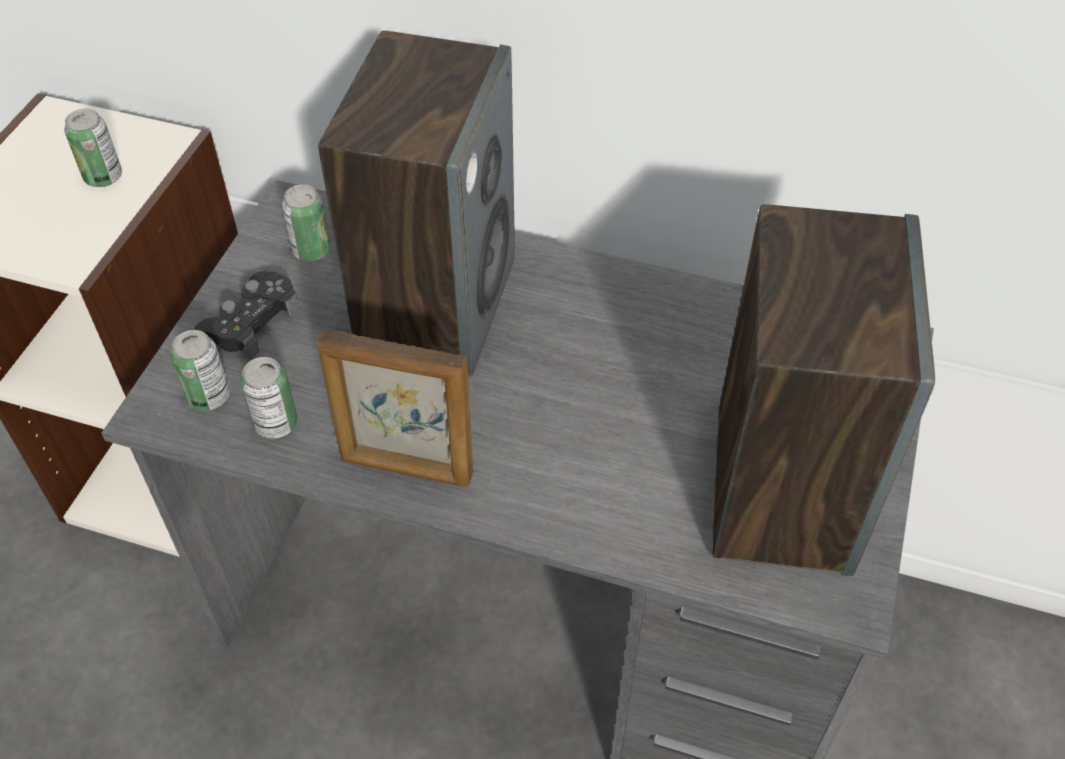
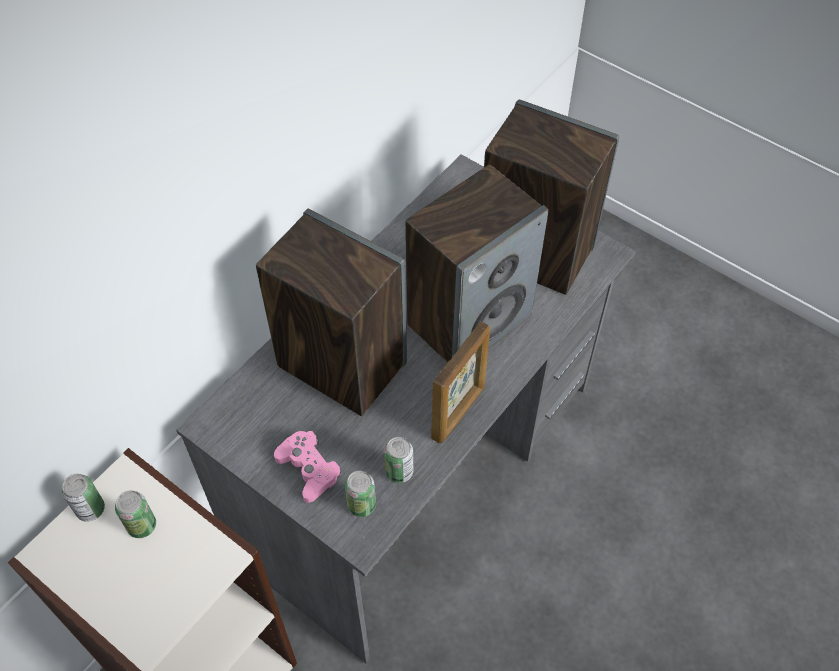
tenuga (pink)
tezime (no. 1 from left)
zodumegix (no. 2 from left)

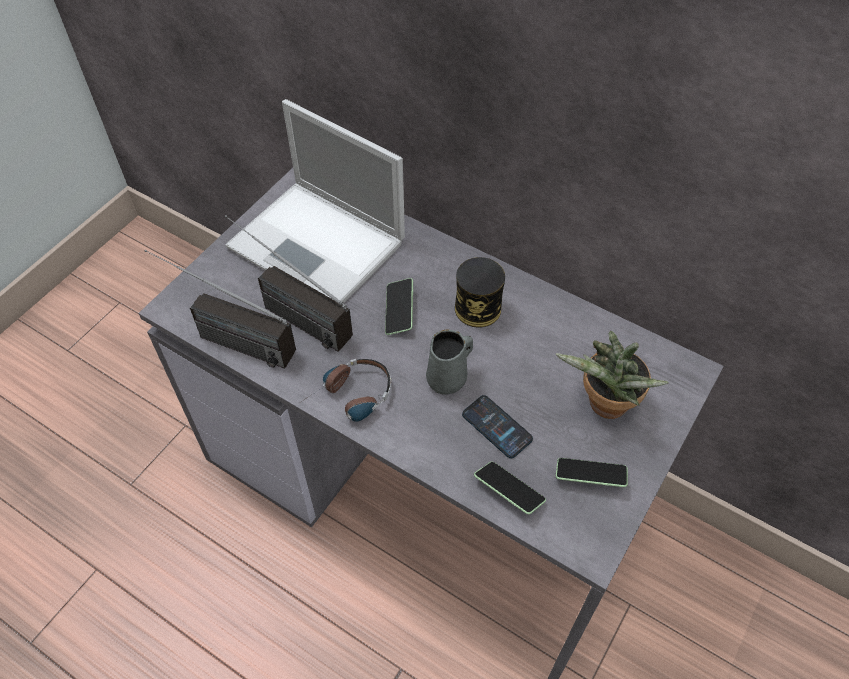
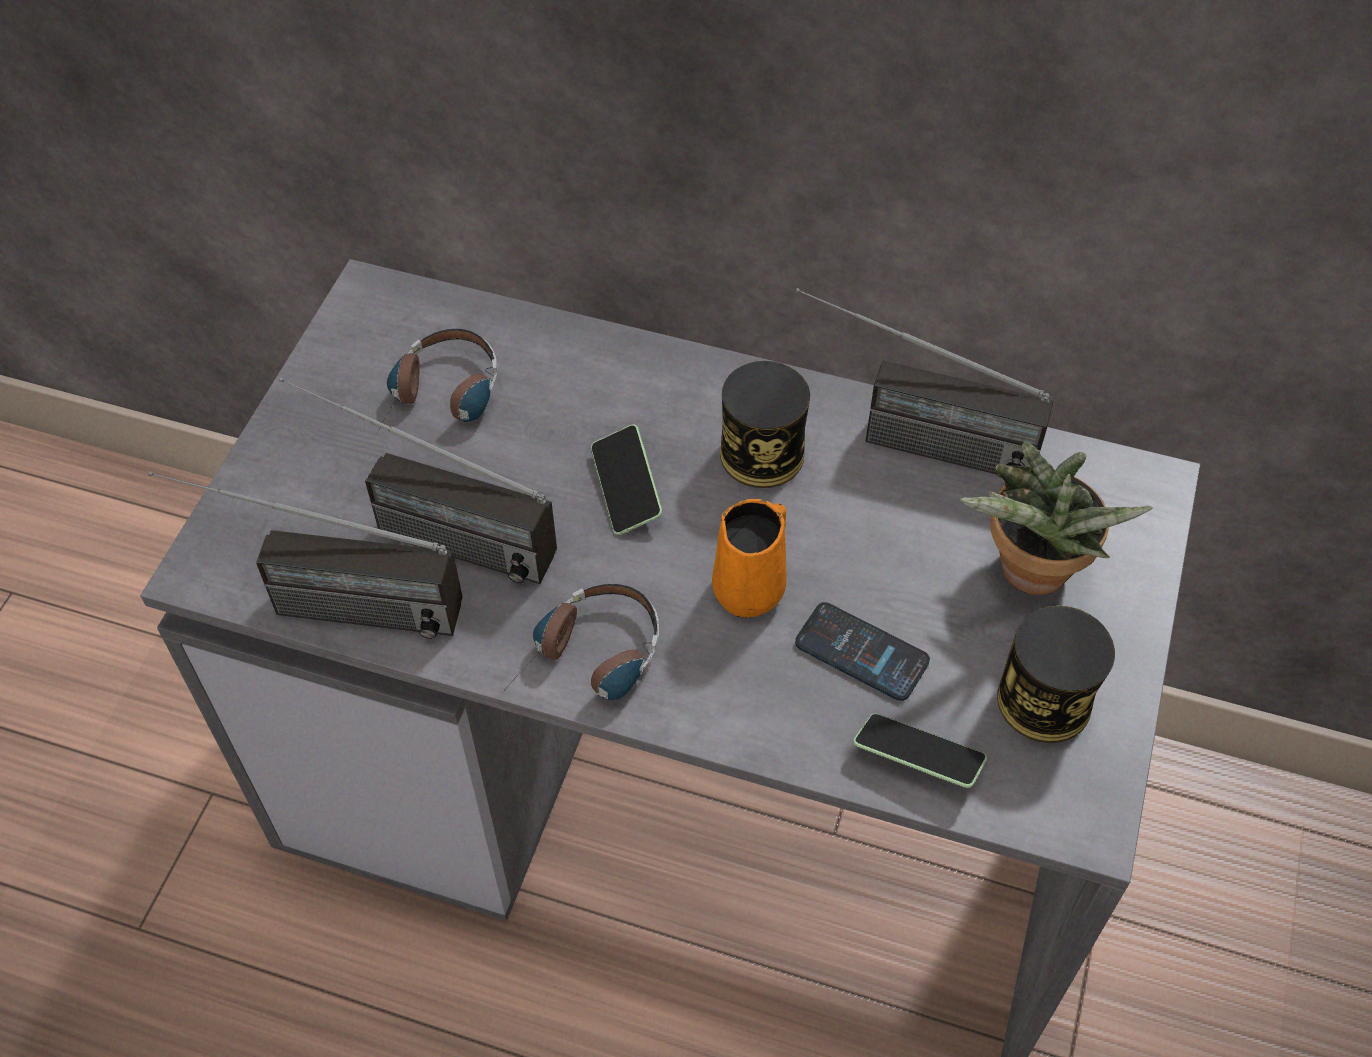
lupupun (no. 1 from left)
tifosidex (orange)
tezime (no. 2 from left)
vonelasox (no. 3 from left)

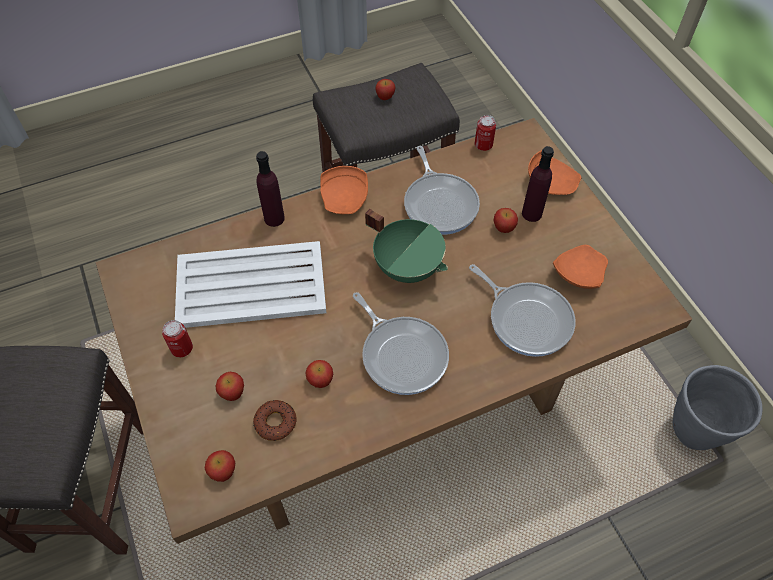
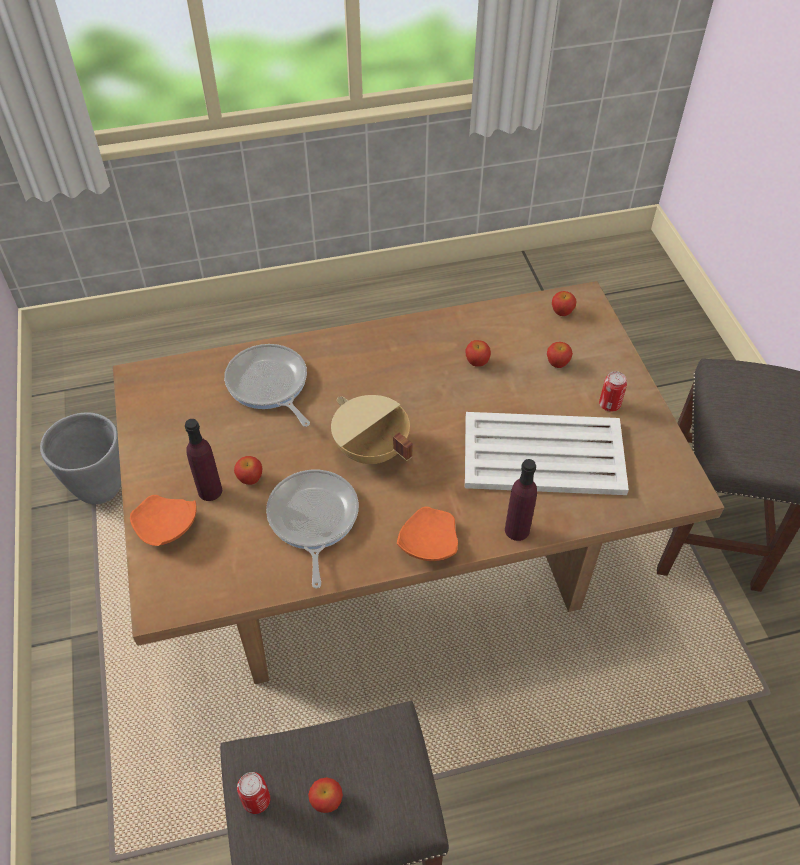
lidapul
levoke (no. 1 from left in the first image)
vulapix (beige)
tezime (no. 1 from left)
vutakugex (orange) (no. 3 from left in the first image)

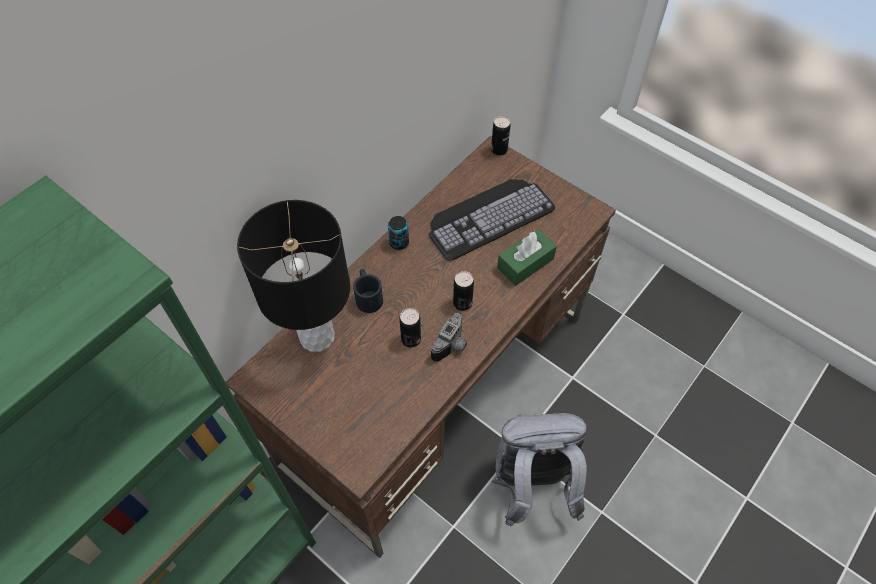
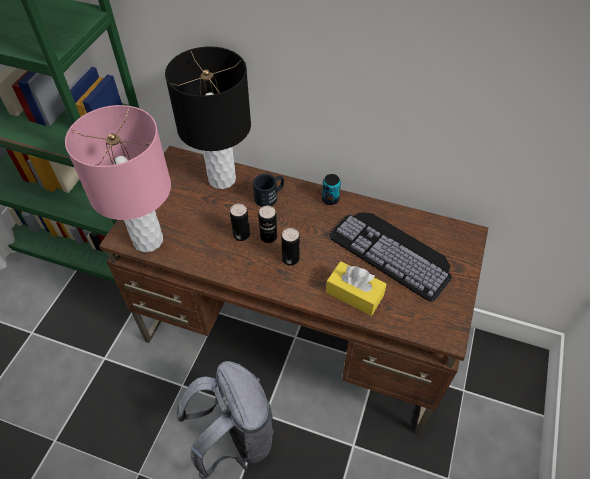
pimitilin
tezime (no. 2 from left)
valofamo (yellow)
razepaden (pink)

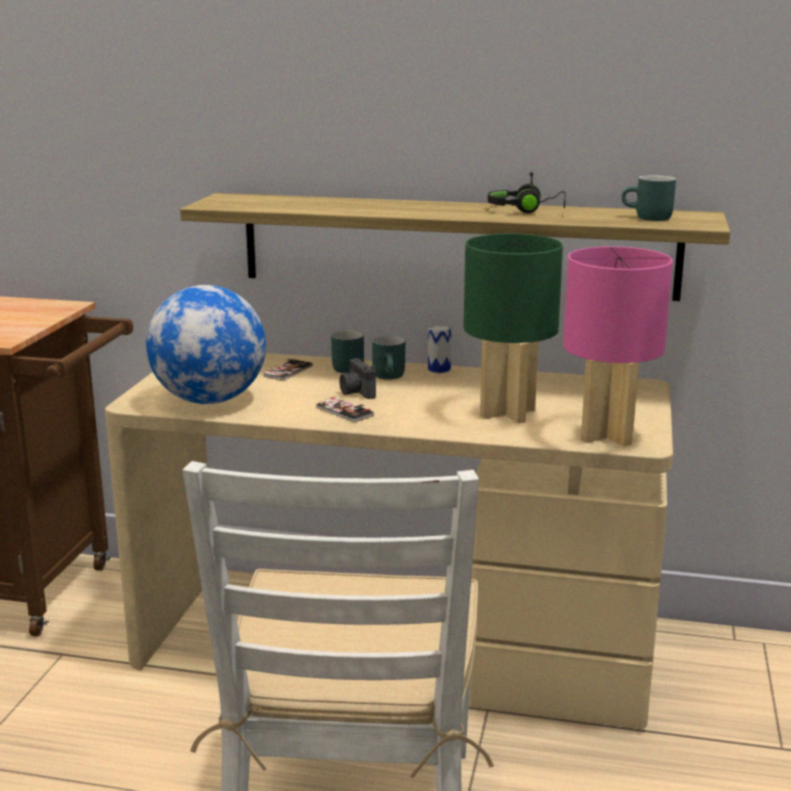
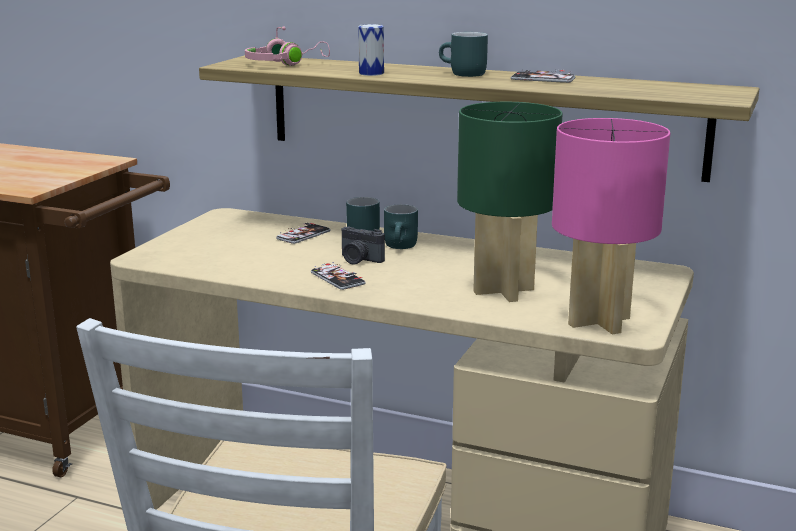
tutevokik
pimitilin
tezime
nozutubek (no. 3 from left)
tifosidex (turquoise) (no. 3 from left)
lupupun (pink)

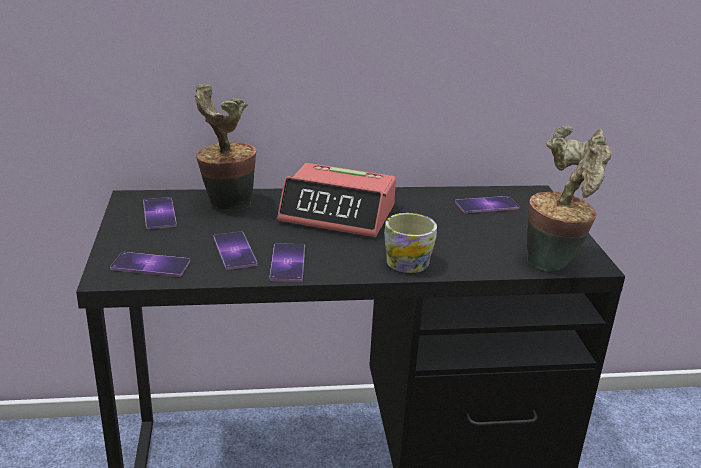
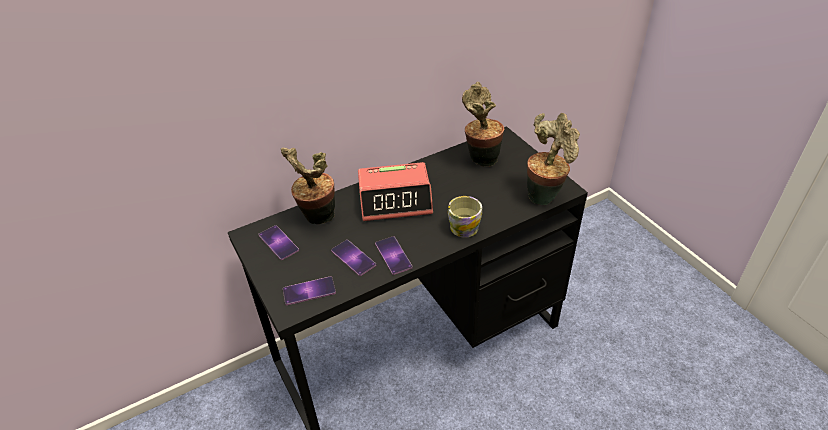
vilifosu (no. 2 from left)

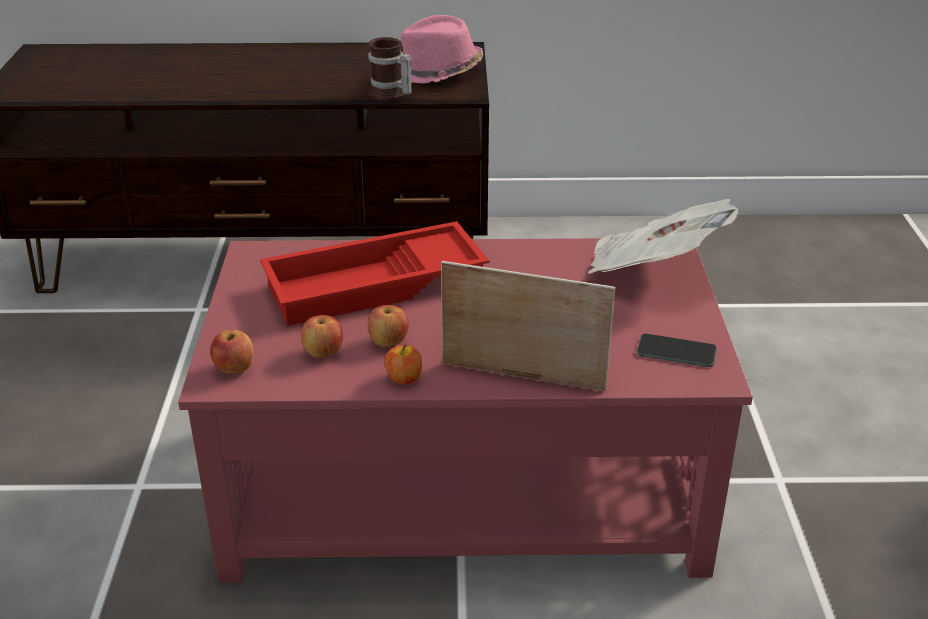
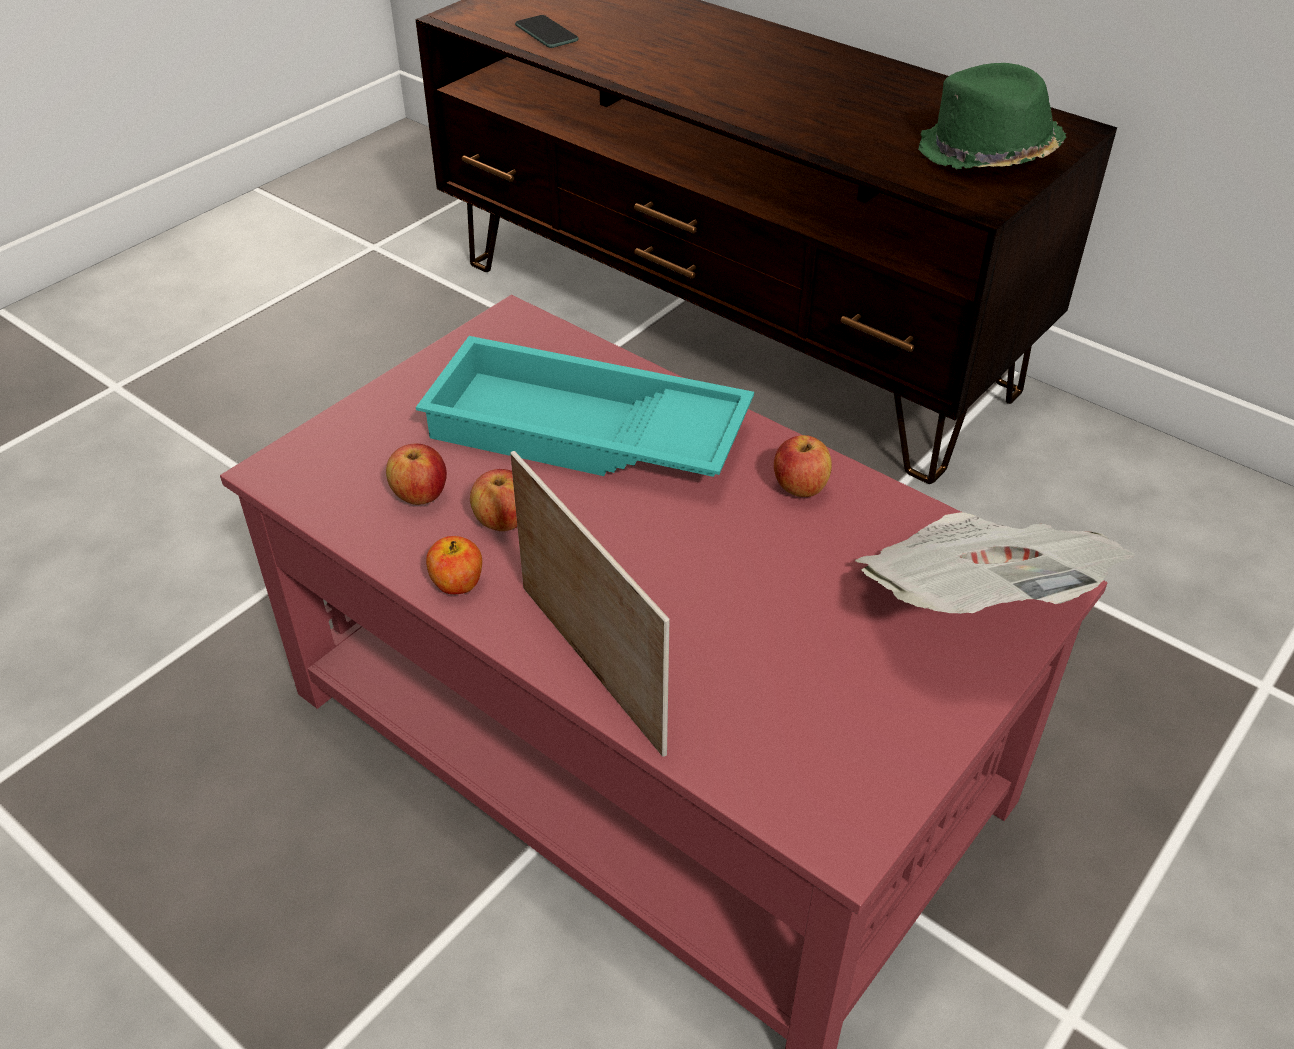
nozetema (no. 4 from left)
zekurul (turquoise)
tifosidex
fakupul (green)
nozutubek

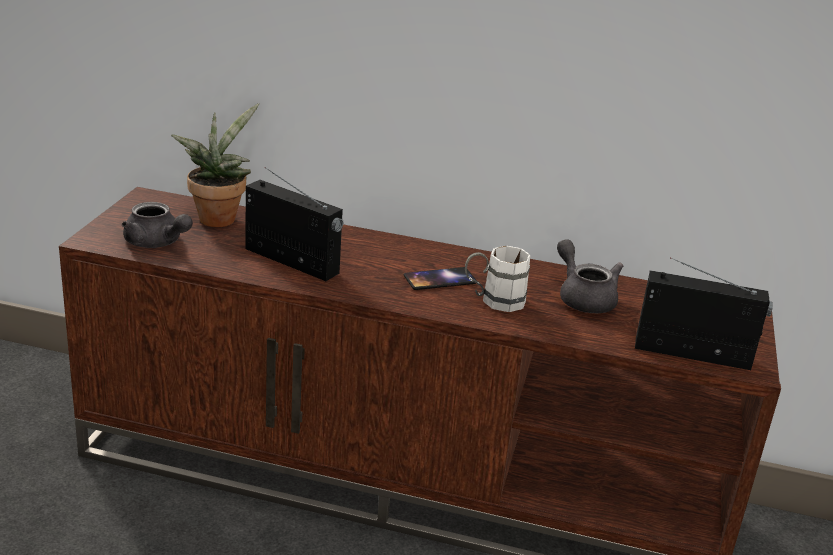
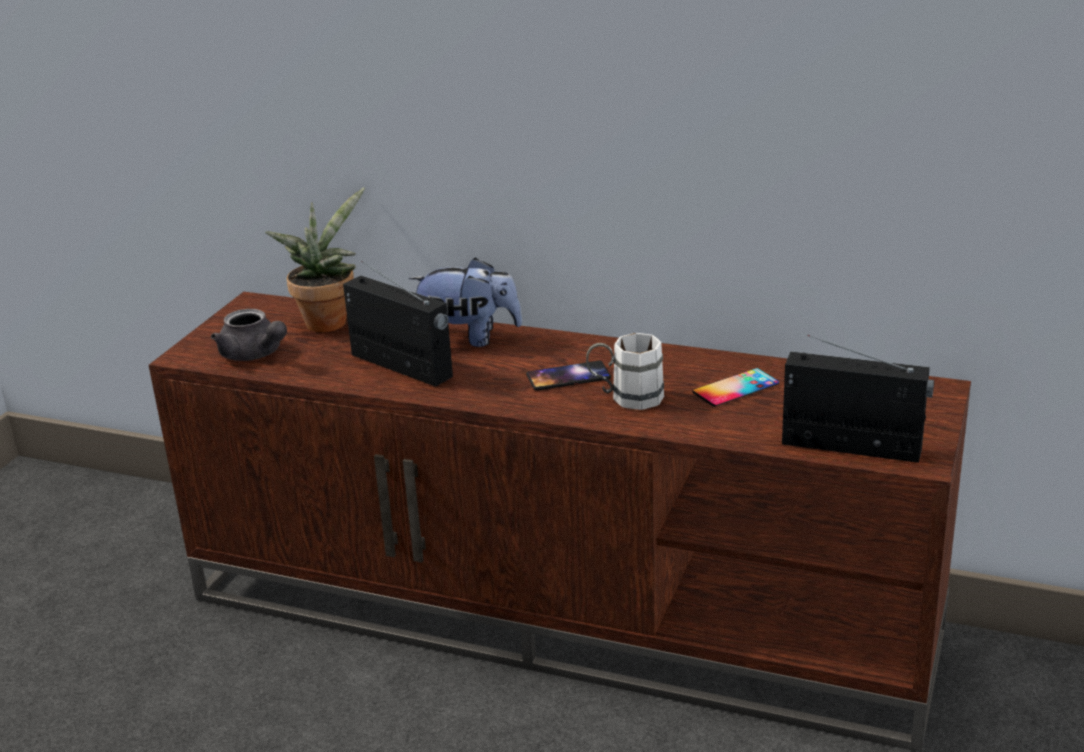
nozutubek (no. 2 from left)
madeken

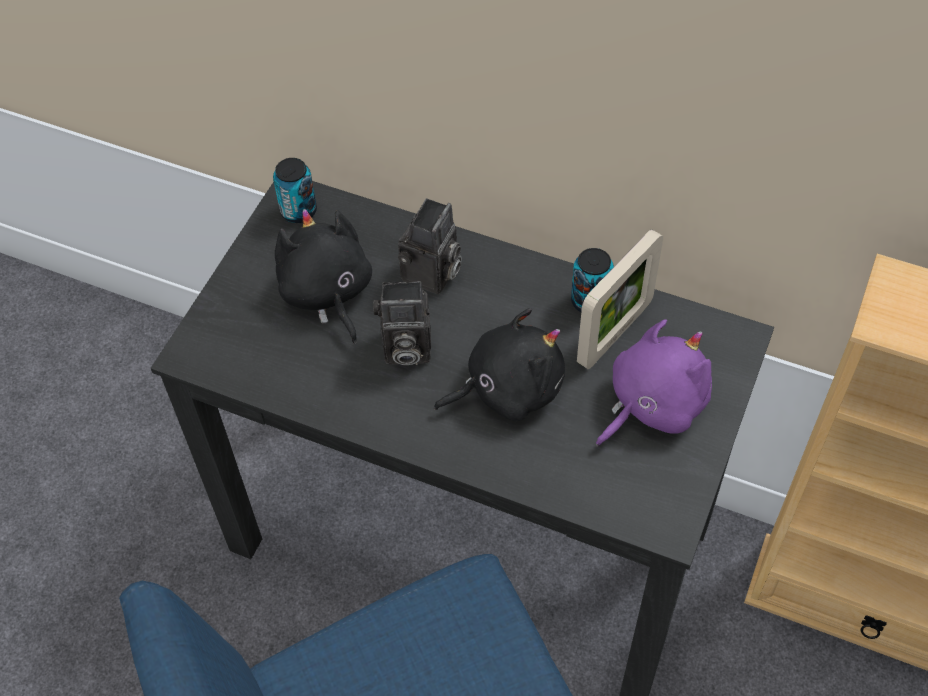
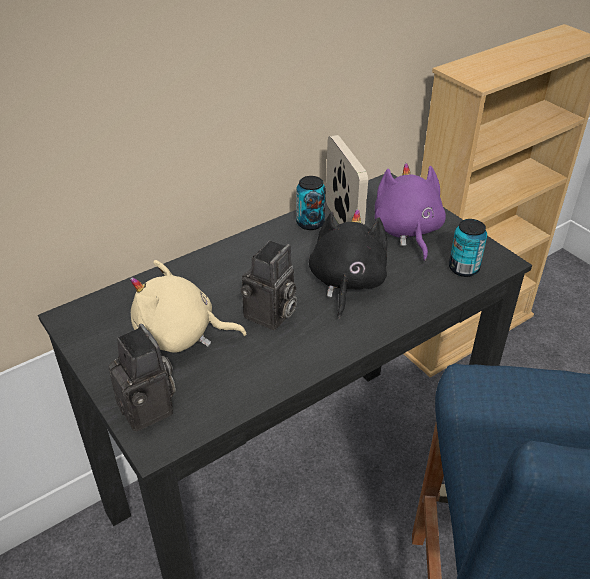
tezime (no. 2 from left)
madeken (beige)
pimitilin (no. 1 from left)

